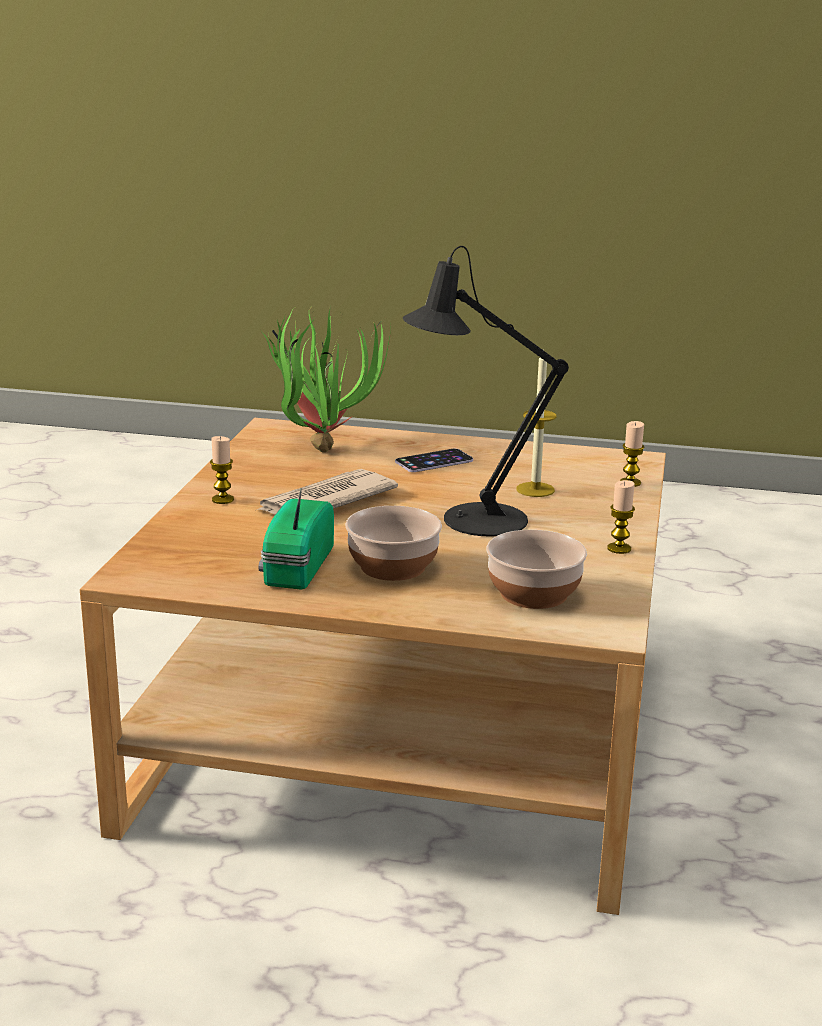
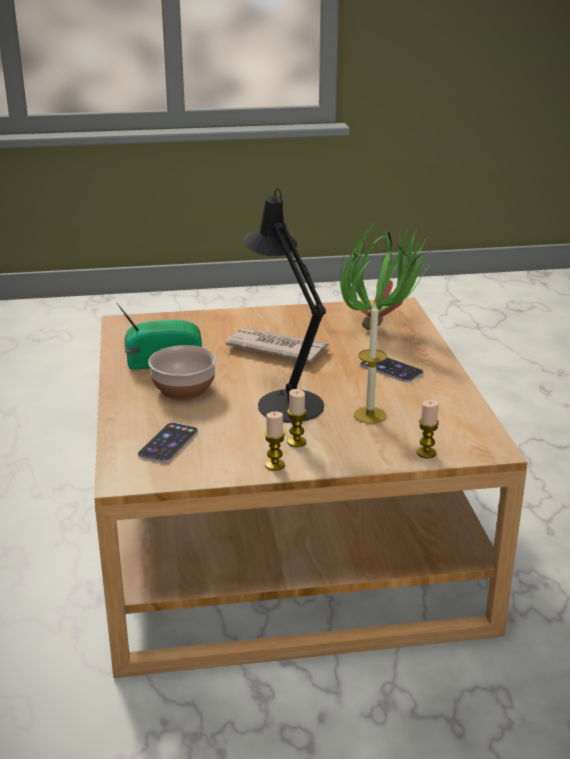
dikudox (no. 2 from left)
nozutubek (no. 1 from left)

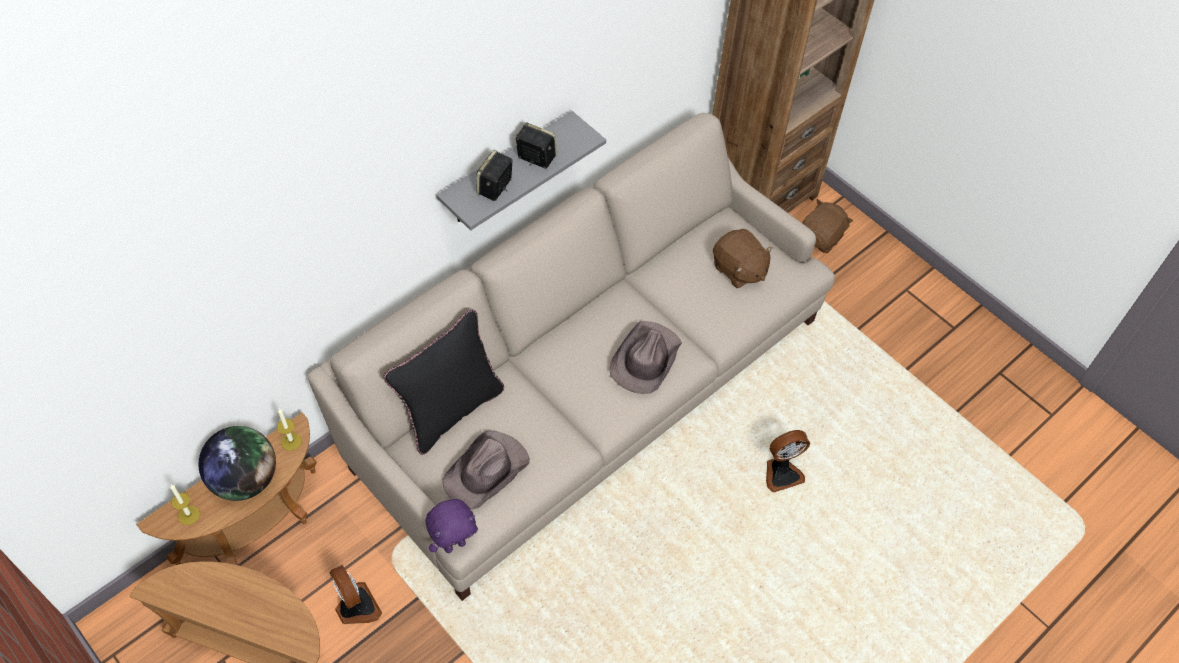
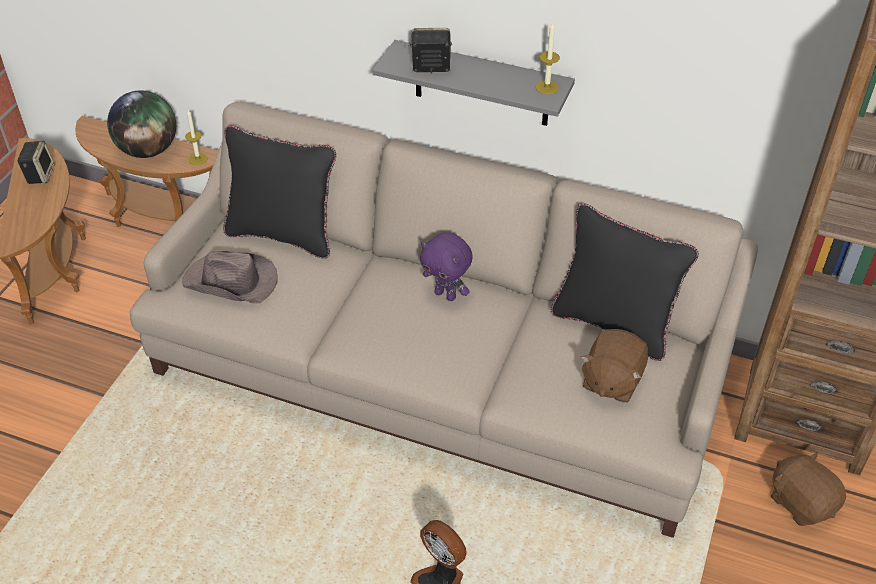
dikudox (no. 2 from left)
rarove (no. 1 from left in the first image)
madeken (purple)
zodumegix (no. 1 from left)
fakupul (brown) (no. 2 from left in the first image)
madeken (brown) (no. 2 from left)
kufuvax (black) (no. 2 from left)

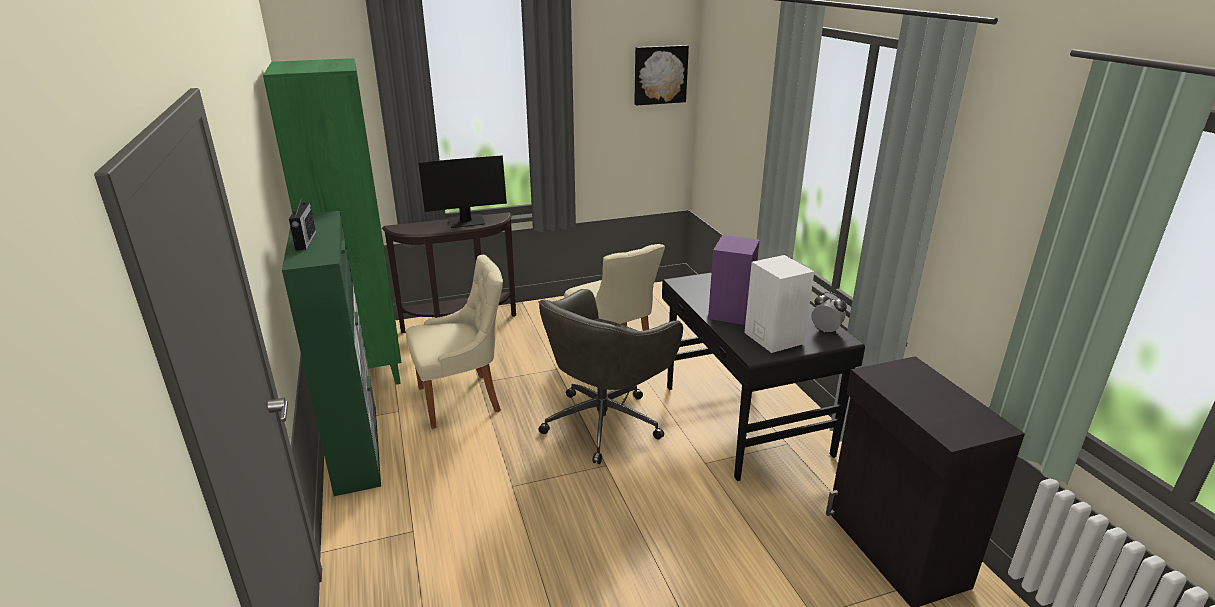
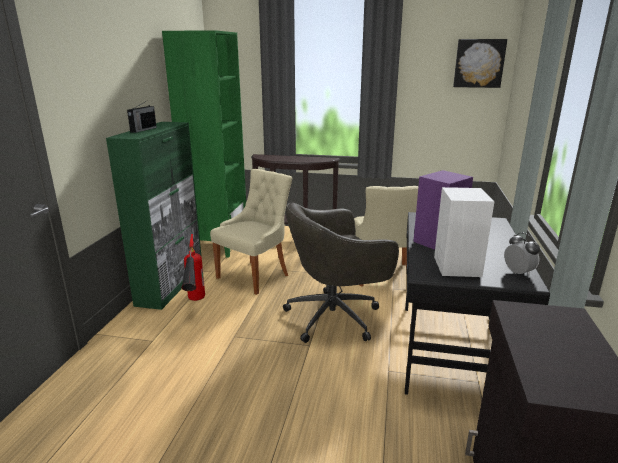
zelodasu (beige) (no. 1 from left)
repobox
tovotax

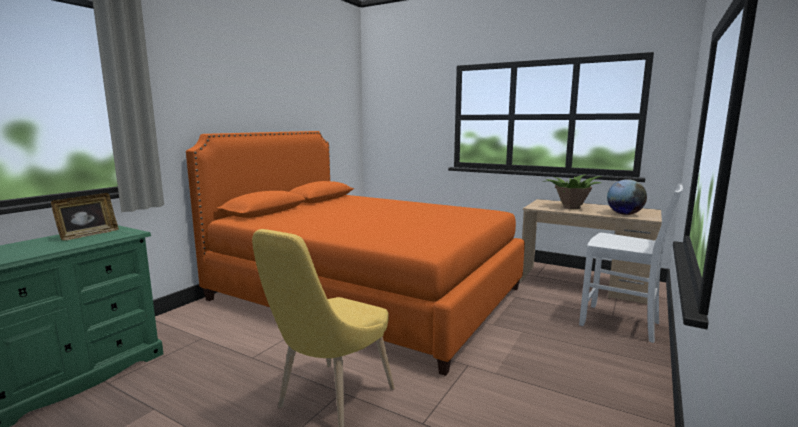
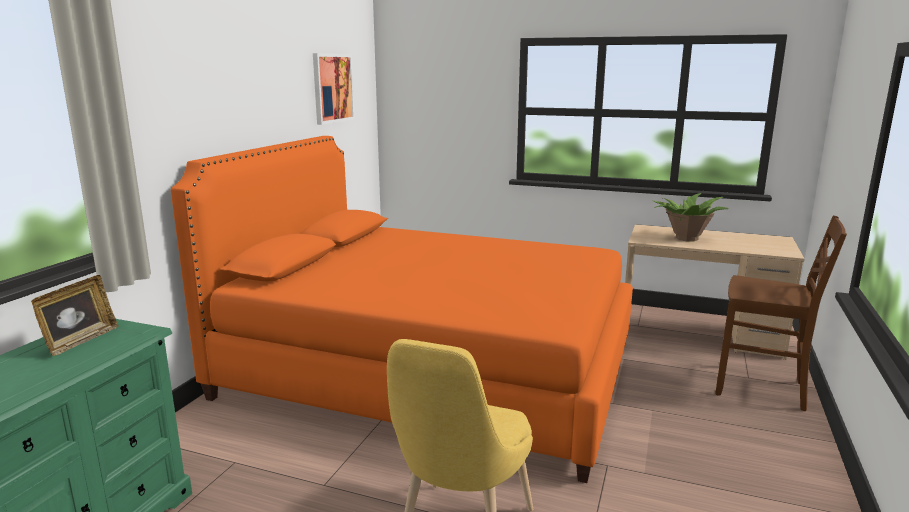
zelodasu (brown)
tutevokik
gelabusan

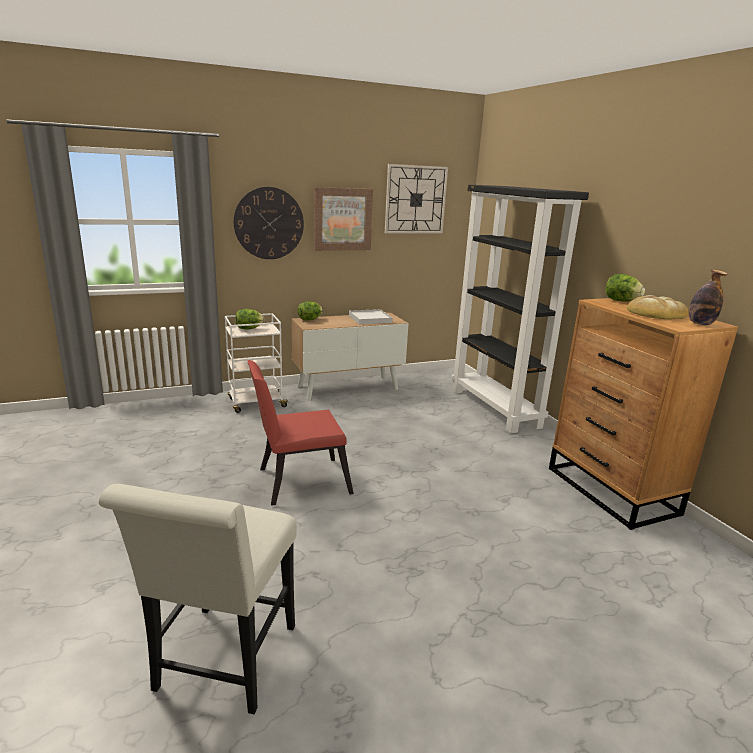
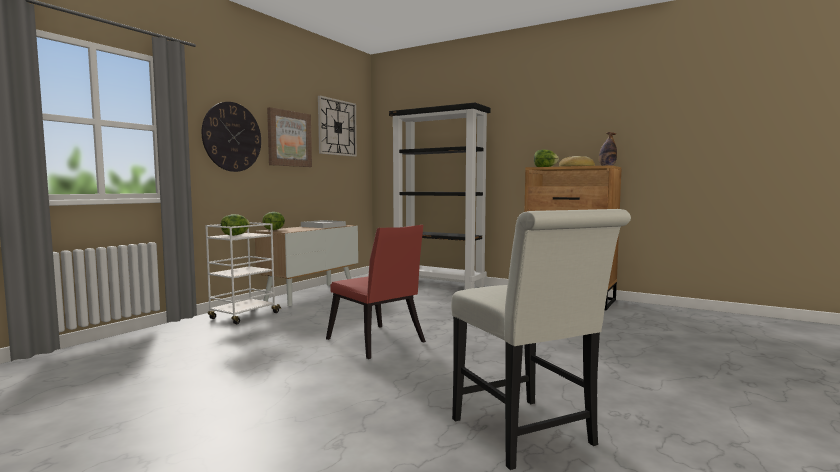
zelodasu (red)

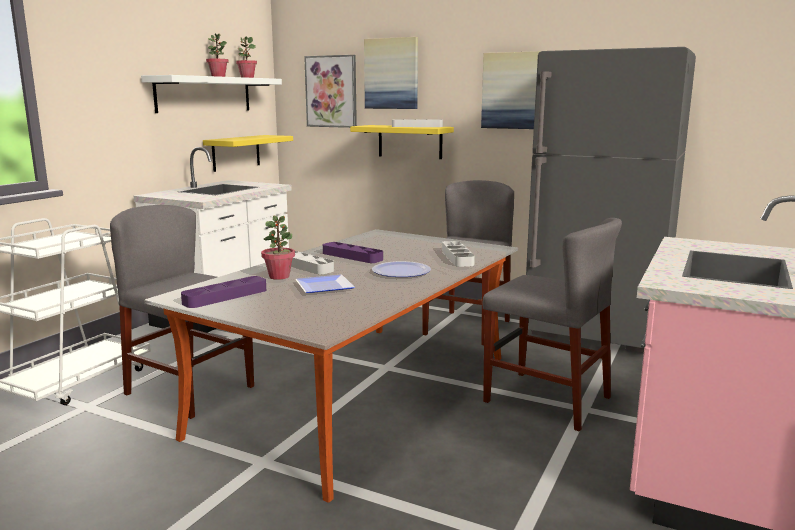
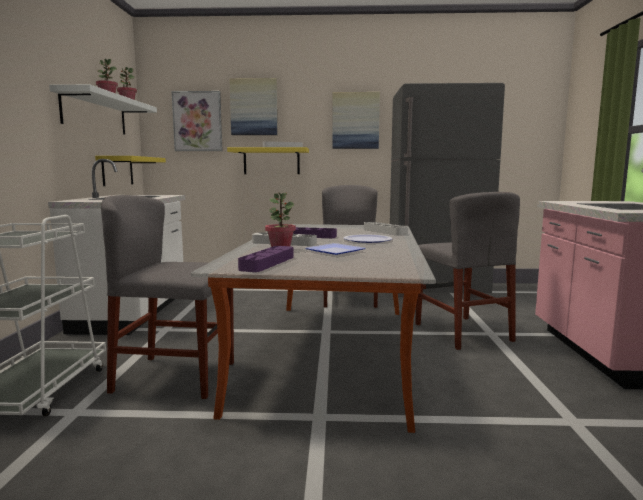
zelodasu (grey) (no. 3 from left)

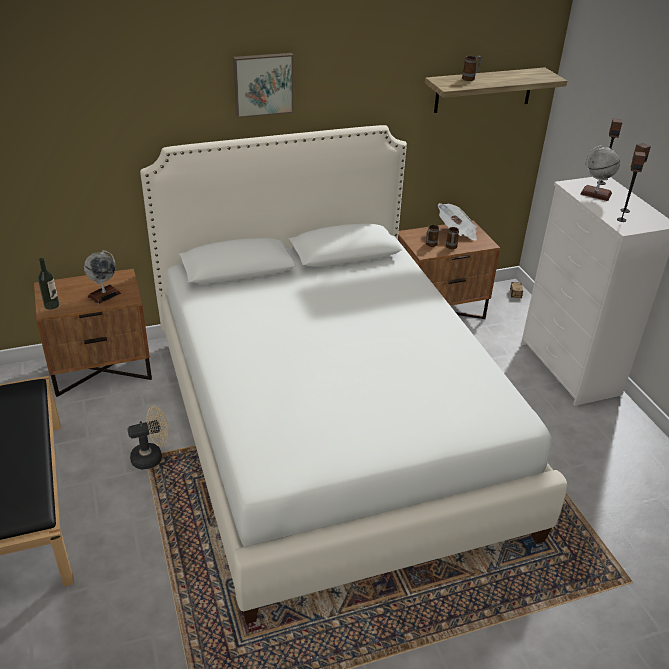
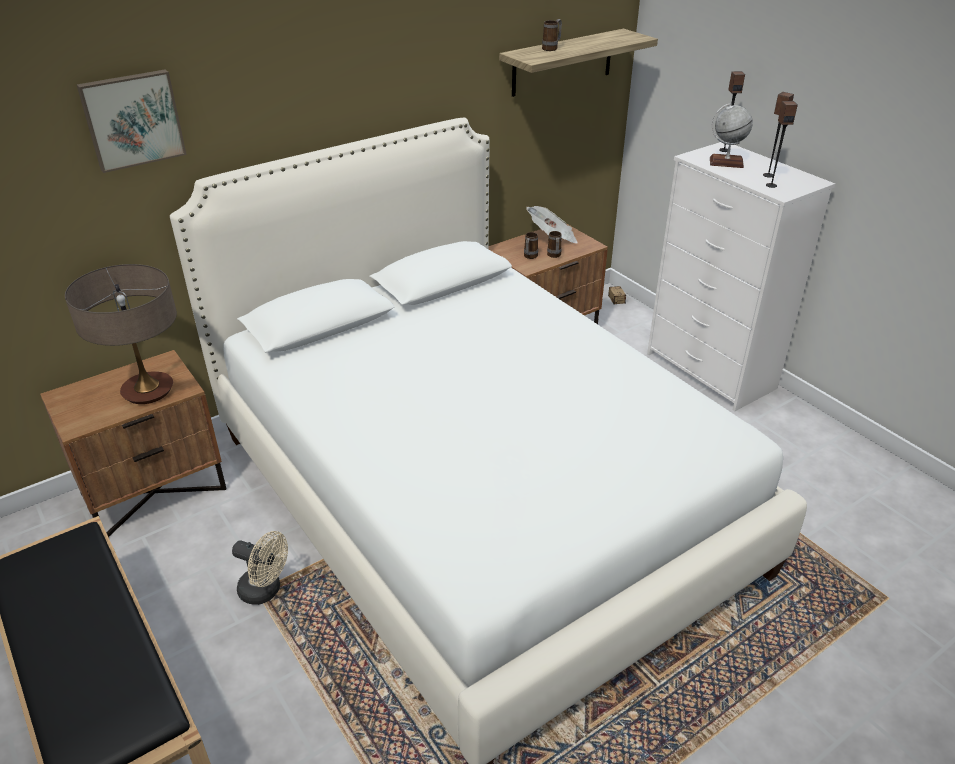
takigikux
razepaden
rarove (beige)
gelabusan

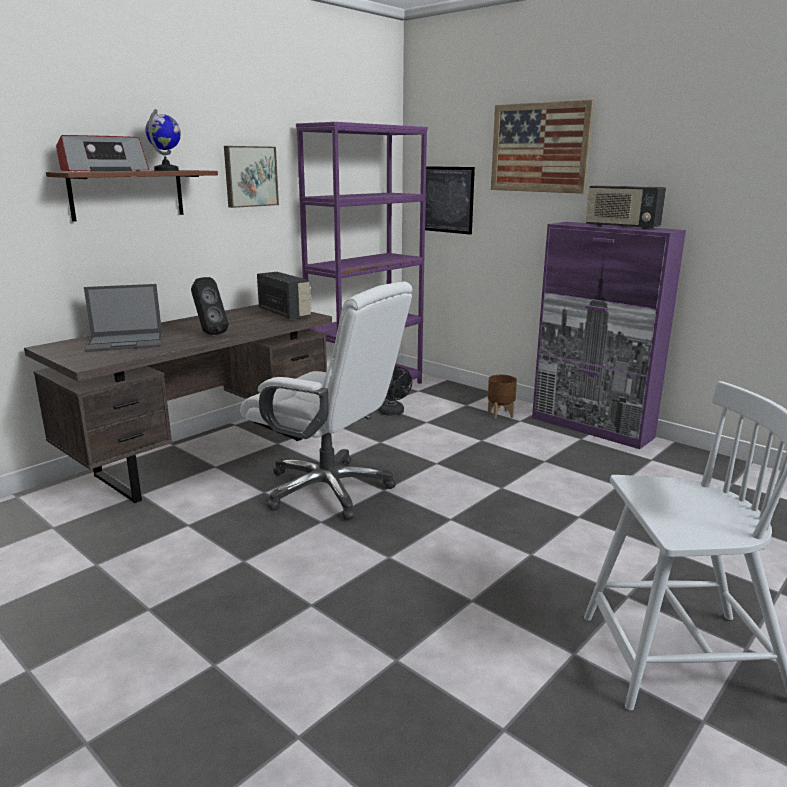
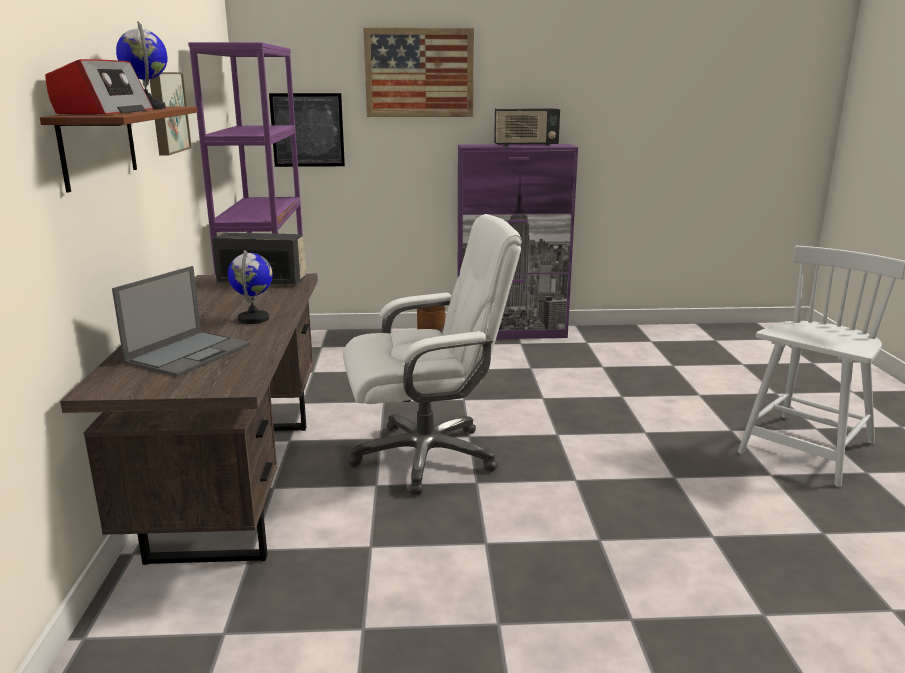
tutevokik (no. 2 from left)
rarove (black)

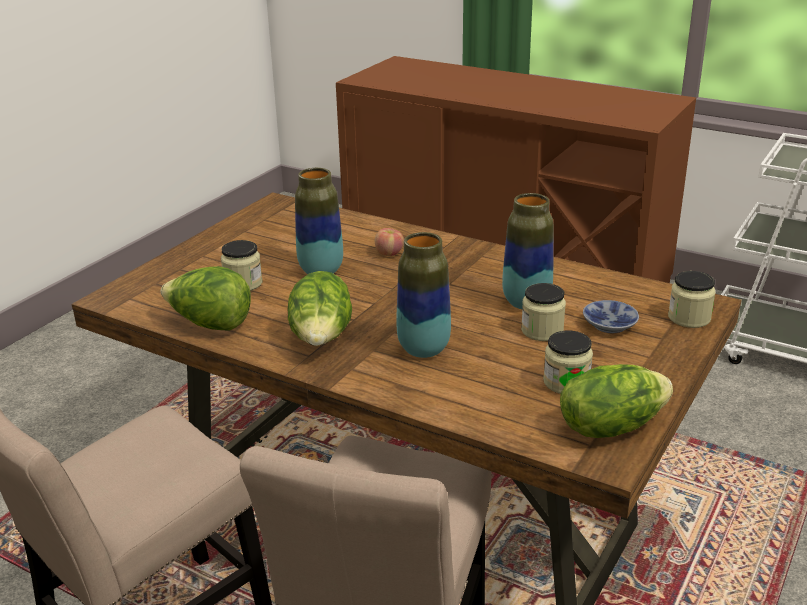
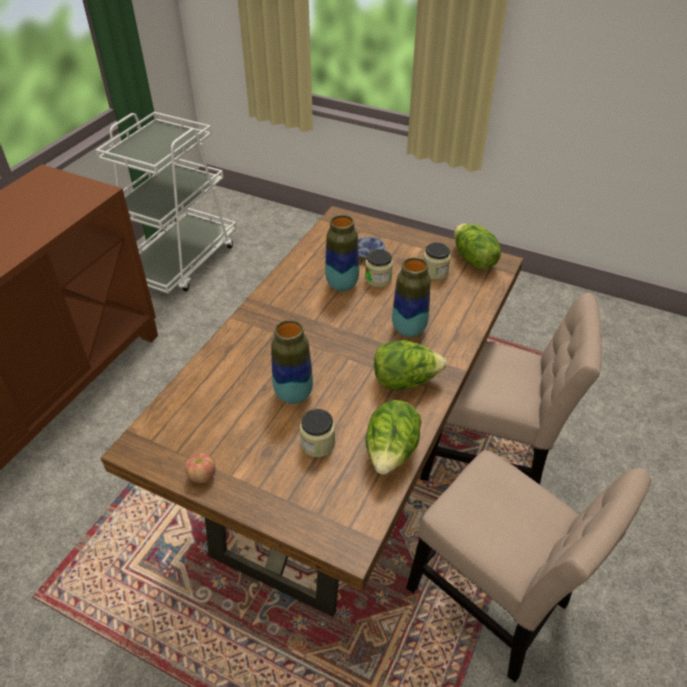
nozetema
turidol (no. 4 from left in the first image)

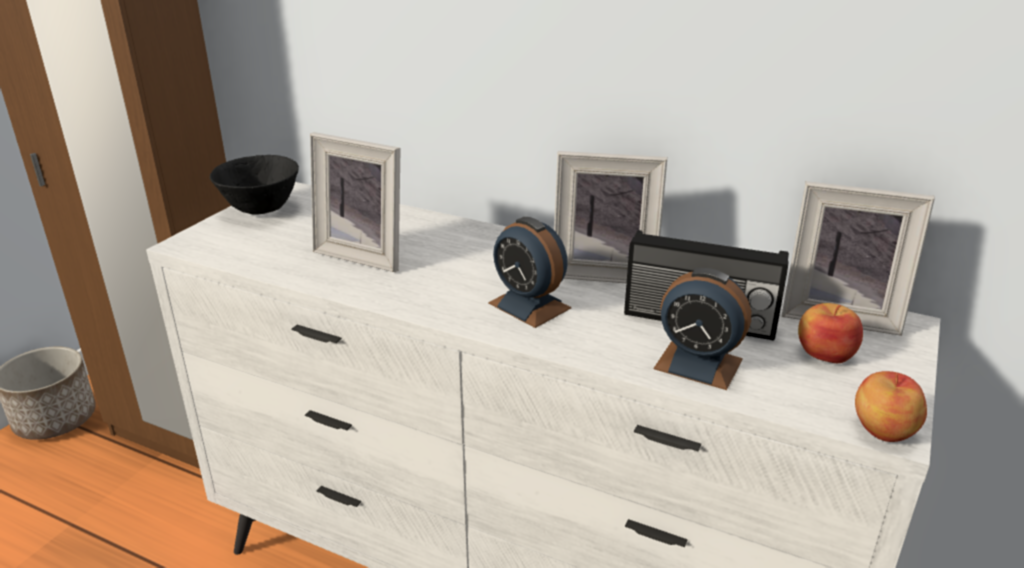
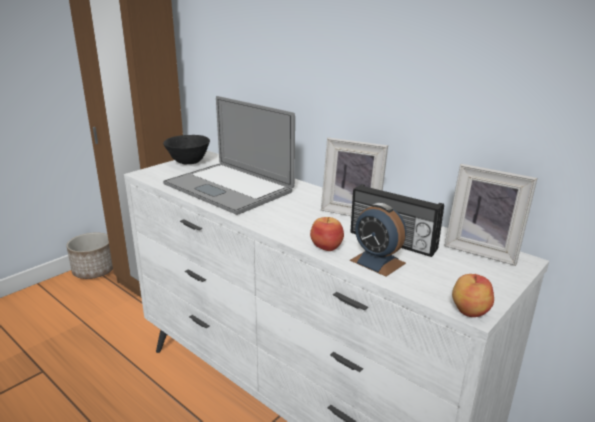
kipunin
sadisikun (no. 1 from left in the first image)
nozetema (no. 1 from left)

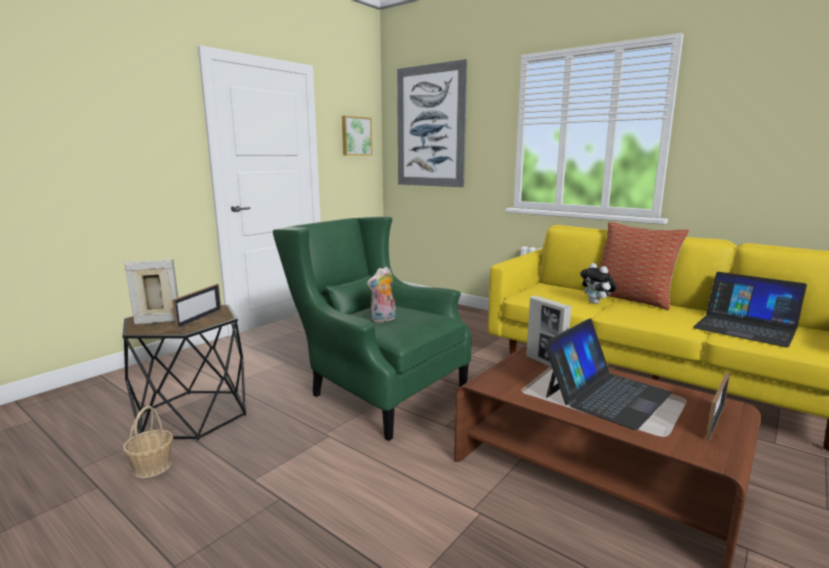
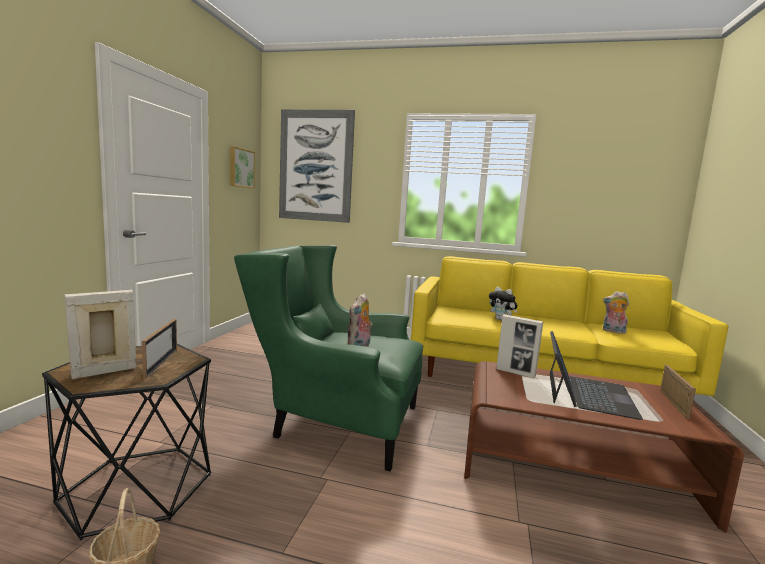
kufuvax
madeken (no. 3 from left)

